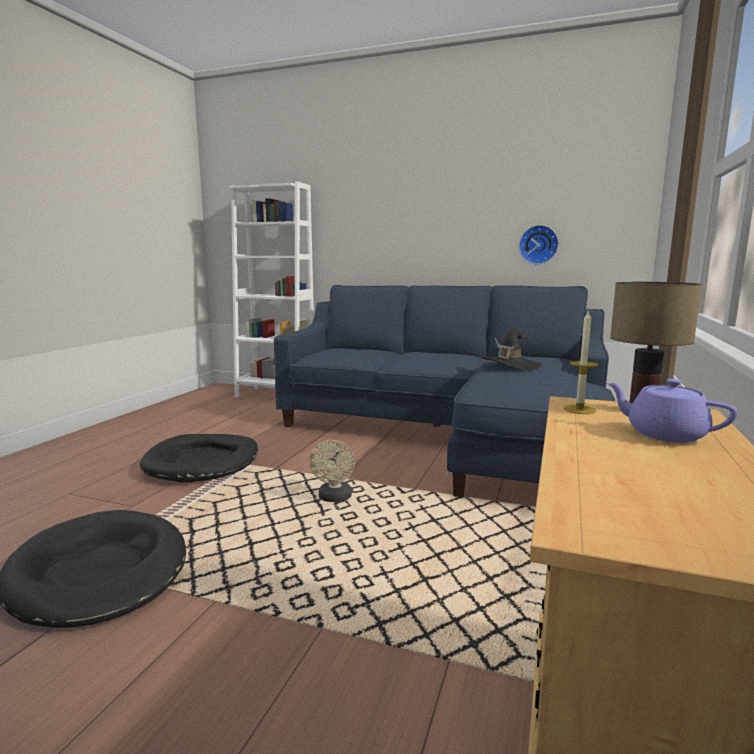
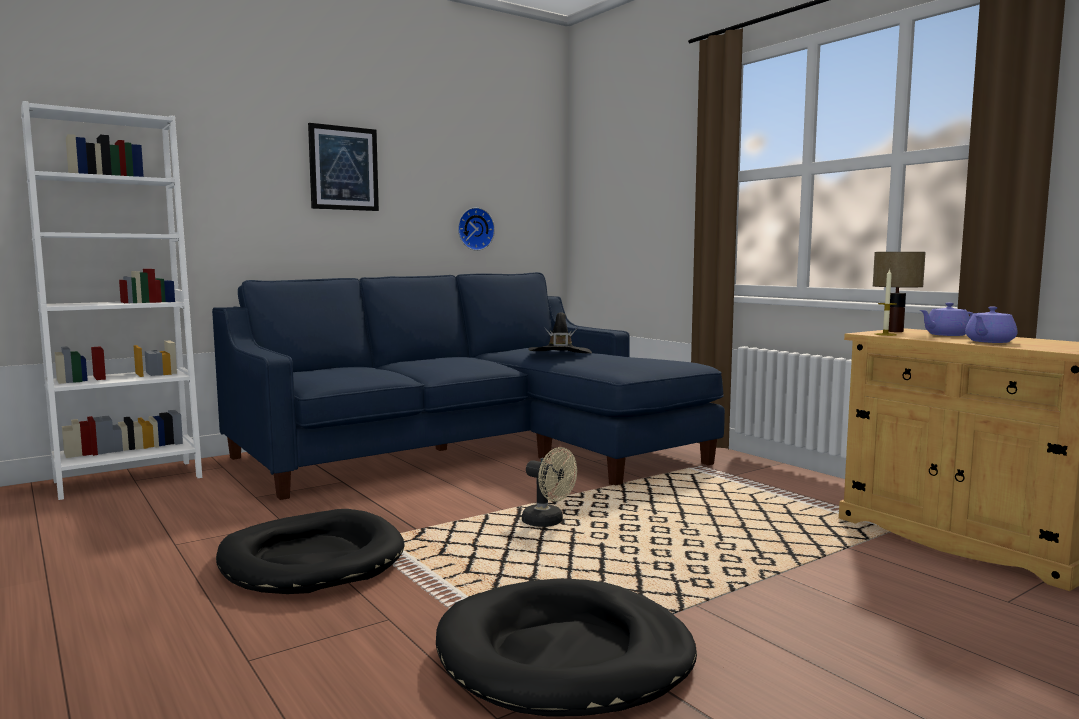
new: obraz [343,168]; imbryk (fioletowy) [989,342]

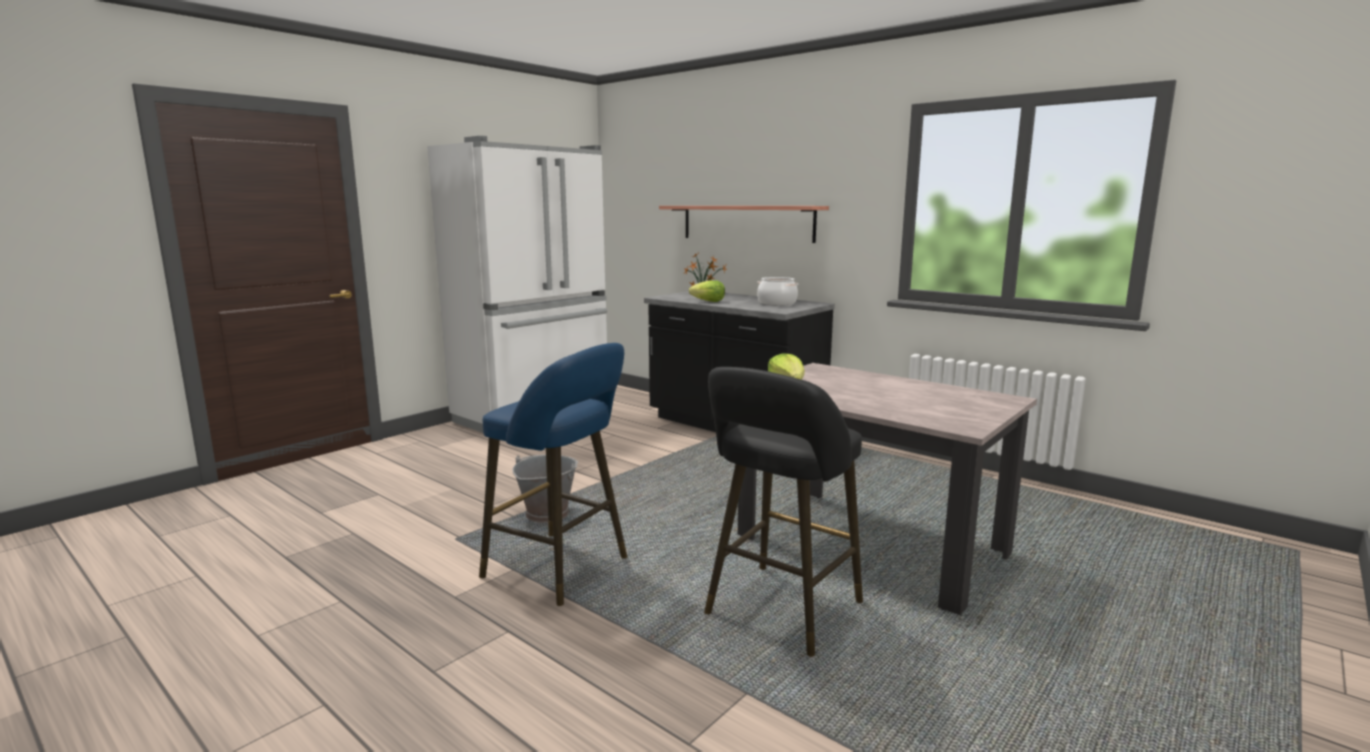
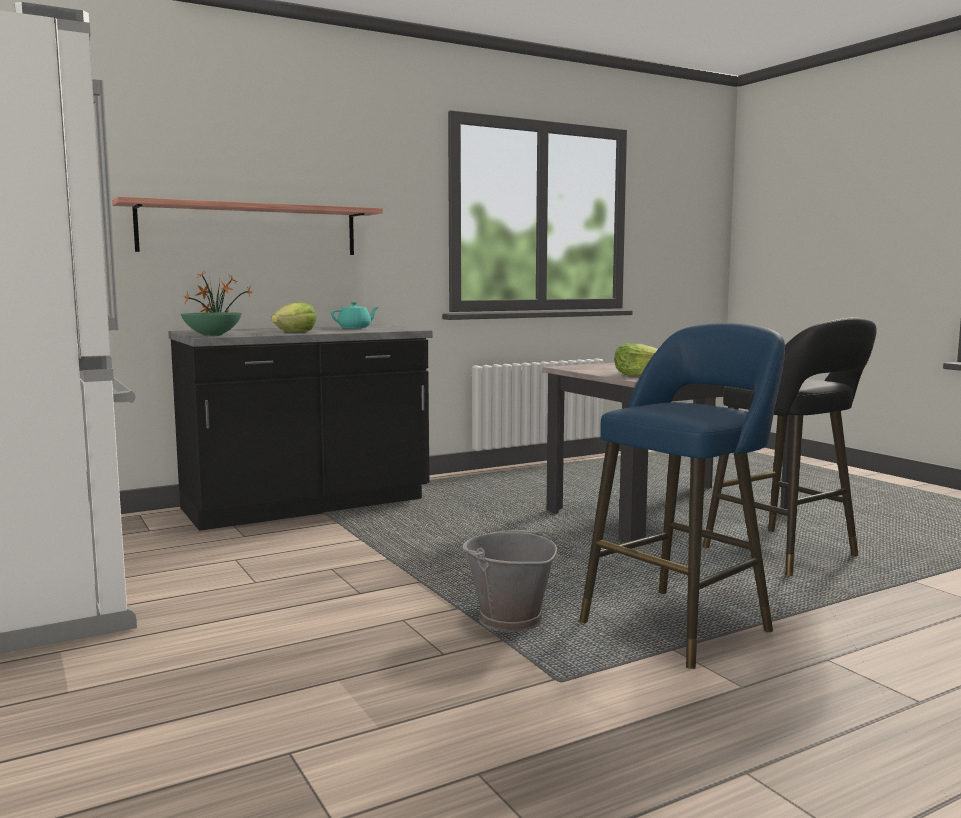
new: miska (zielony) [212,335]
swapped: garnek [777,303] to imbryk (turkusowy) [355,328]

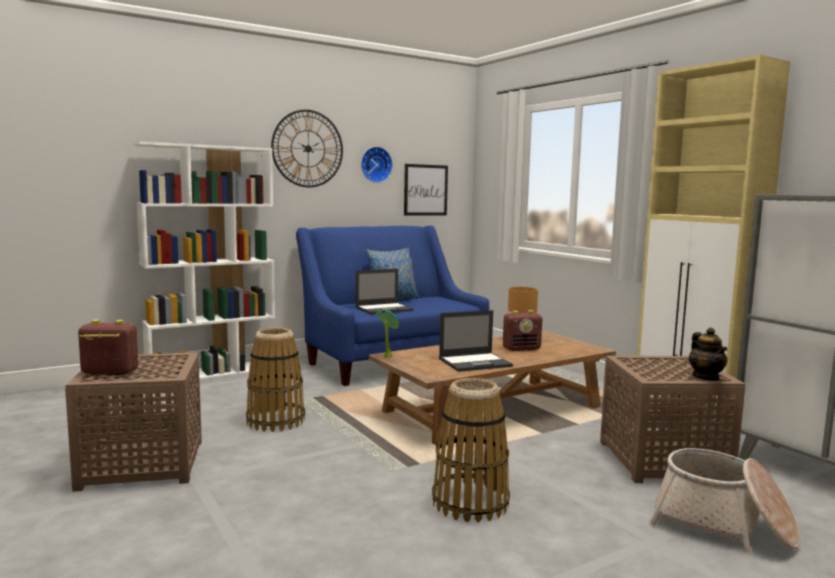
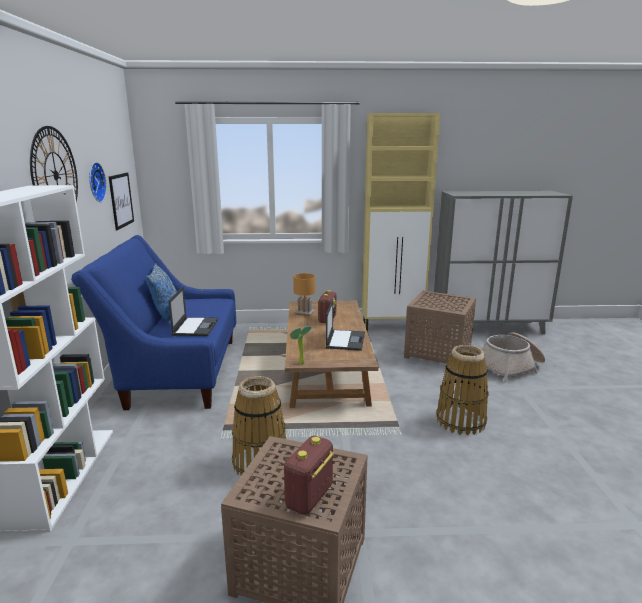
gone: imbryk [706,377]

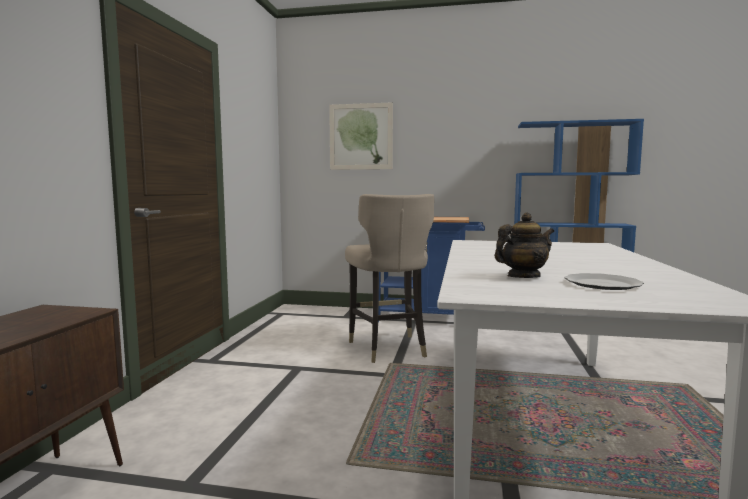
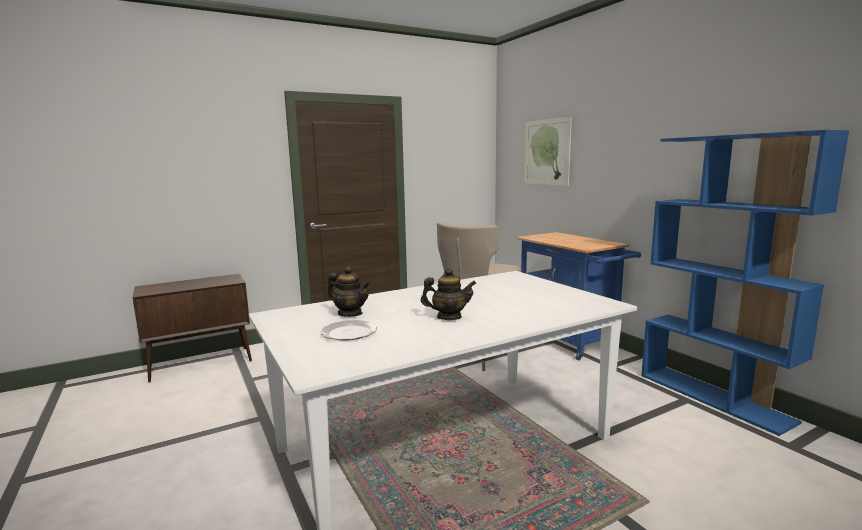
new: imbryk [449,317]

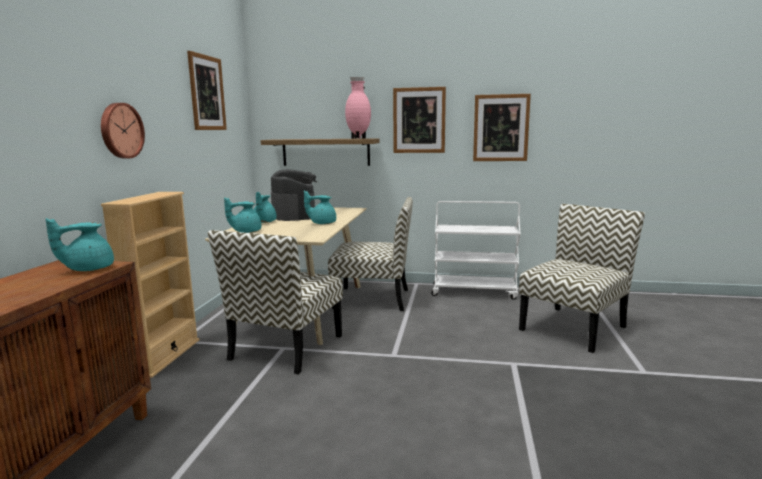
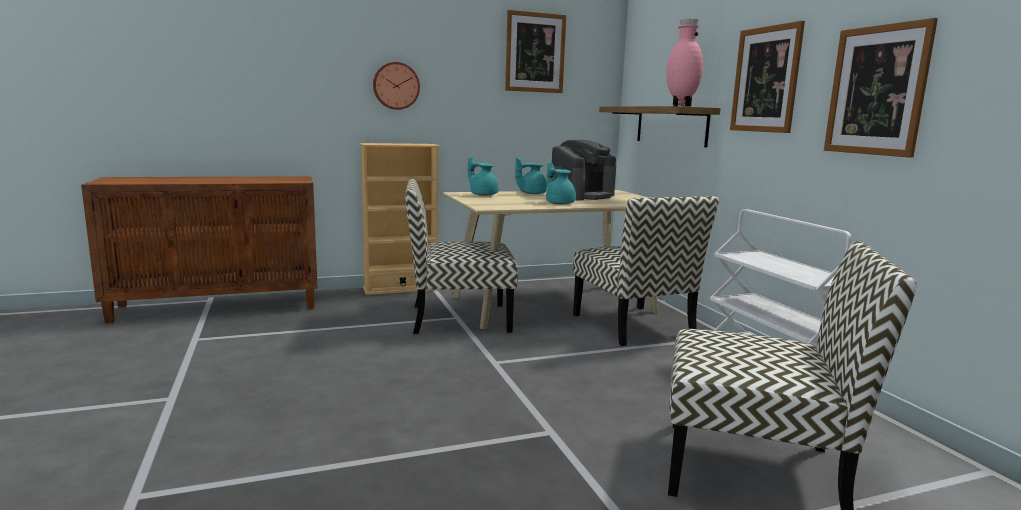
gone: imbryk (turkusowy) [88,269]

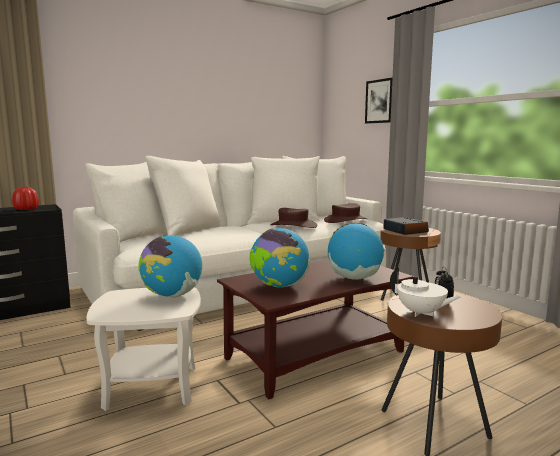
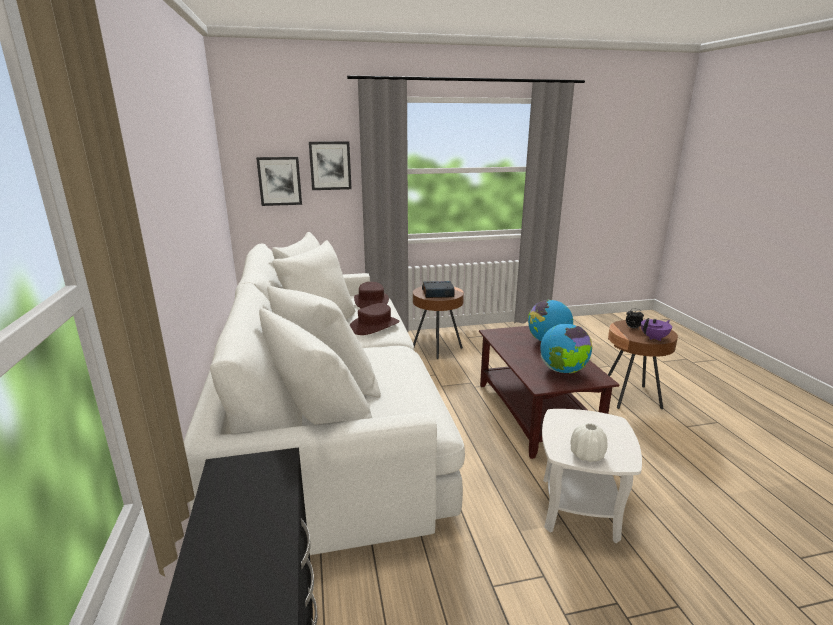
gone: wazon (czerwony) [26,209]; globus [172,295]
new: obraz [279,181]; wazon (biały) [586,455]
repainted: imbryk (biały) [421,313] to imbryk (fioletowy) [654,338]

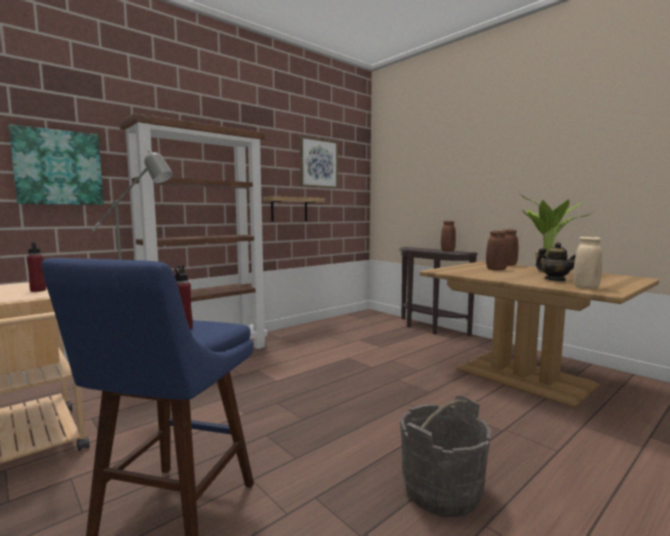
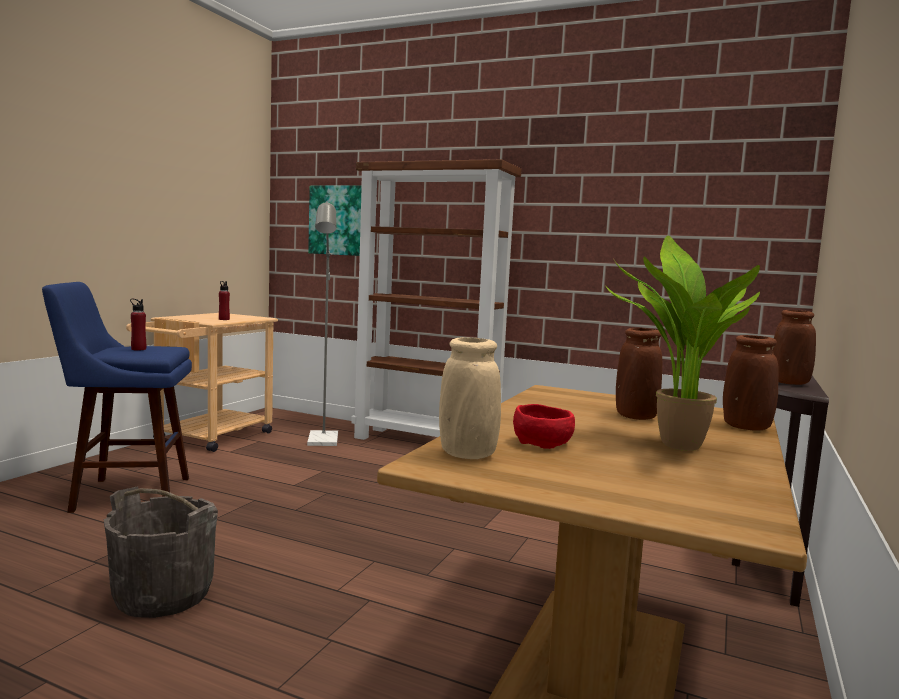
gone: półka [289,209]; obraz [318,163]
swapped: imbryk [555,280] to miska (czerwony) [544,443]

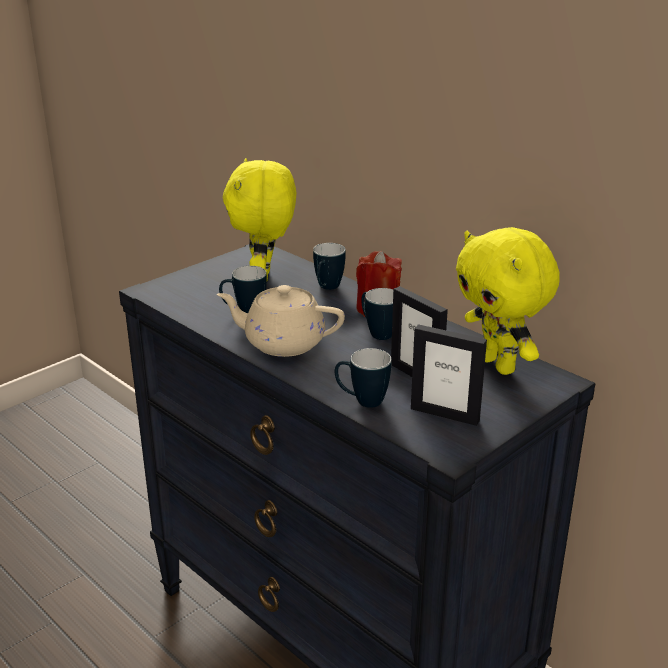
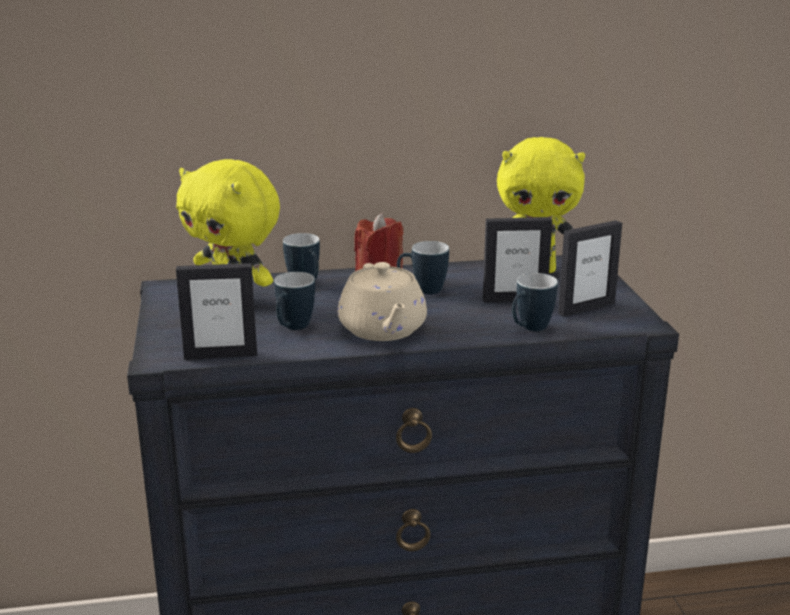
new: ramka na zdjęcie [220,355]
rotated: imbryk (beżowy) [282,343] = [383,330] 60 degrees counterclockwise

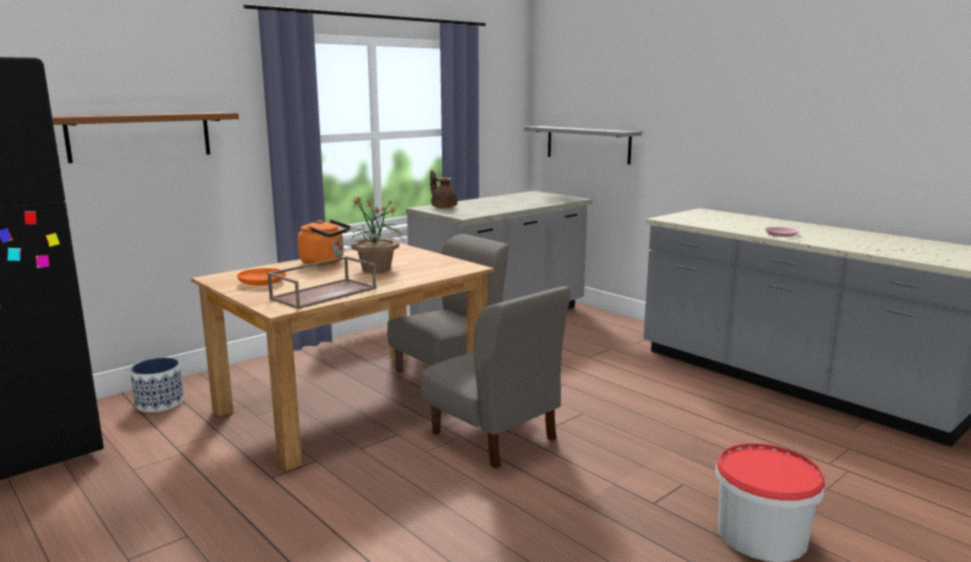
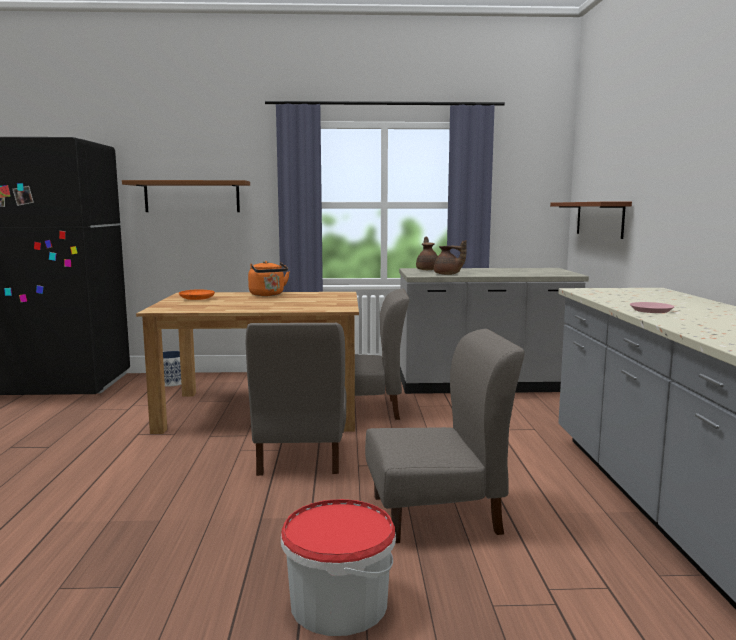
gone: taca (brązowy) [324,293]; roślina doniczkowa [376,269]
new: krzesło (szary) [436,515]; imbryk (brązowy) [448,274]
repainted: półka (szary) [587,144] to półka (brązowy) [599,219]

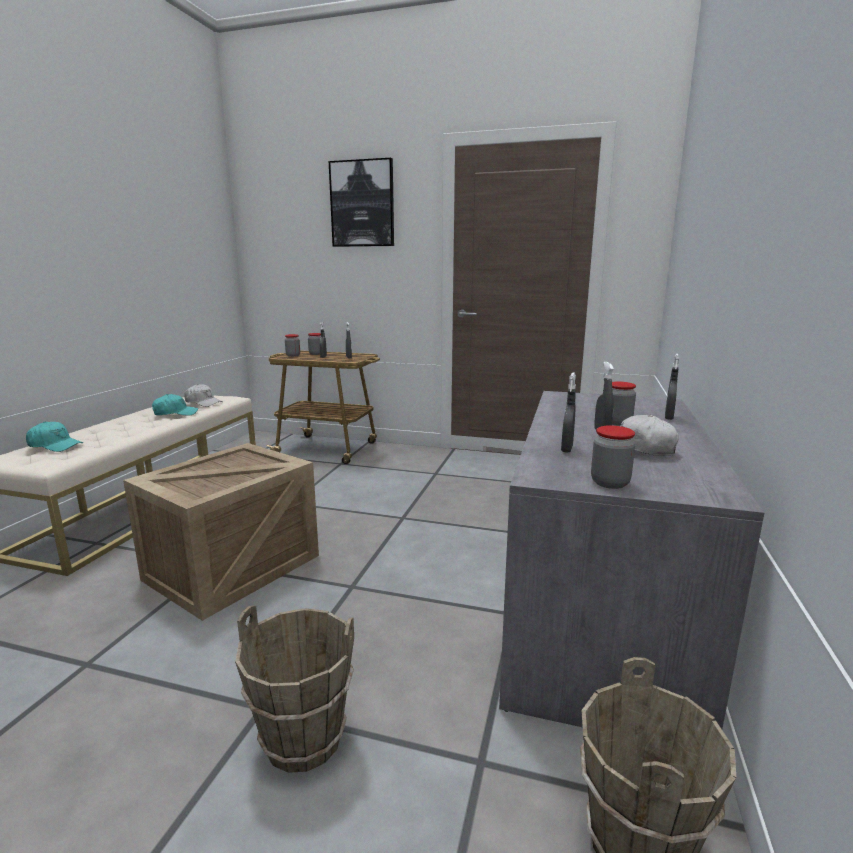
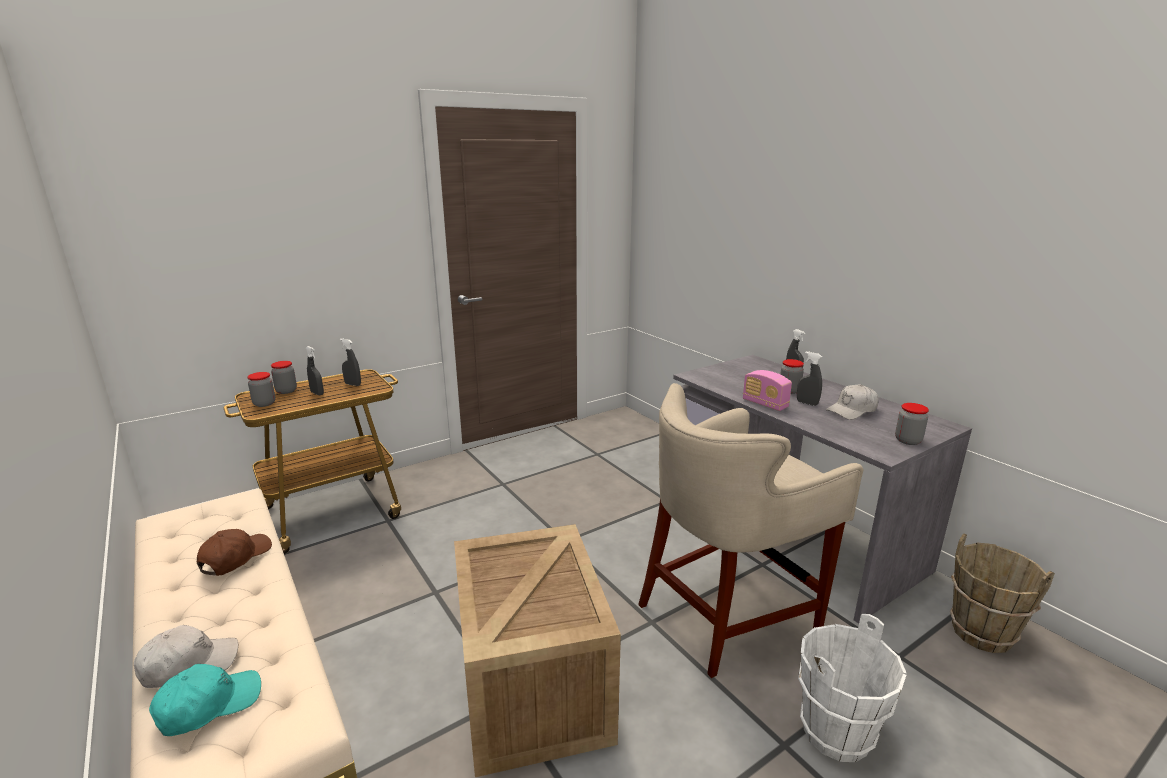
gone: obraz [362,204]; spryskiwacz (szary) [566,449]
new: stołek (beżowy) [727,615]; radio [765,404]
shifted: czapka z daszkiem (biały) [203,403] to [189,665]
repainted: czapka z daszkiem (turkusowy) [175,413] to czapka z daszkiem (brązowy) [235,558]; wiadro (brązowy) [303,740] to wiadro (biały) [837,734]

